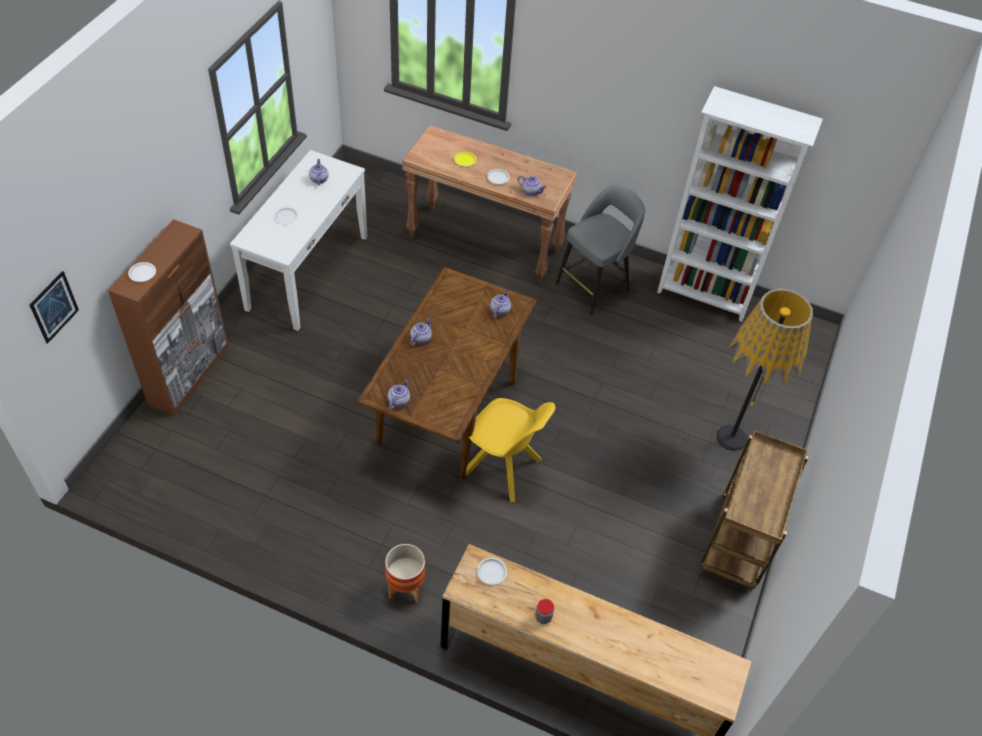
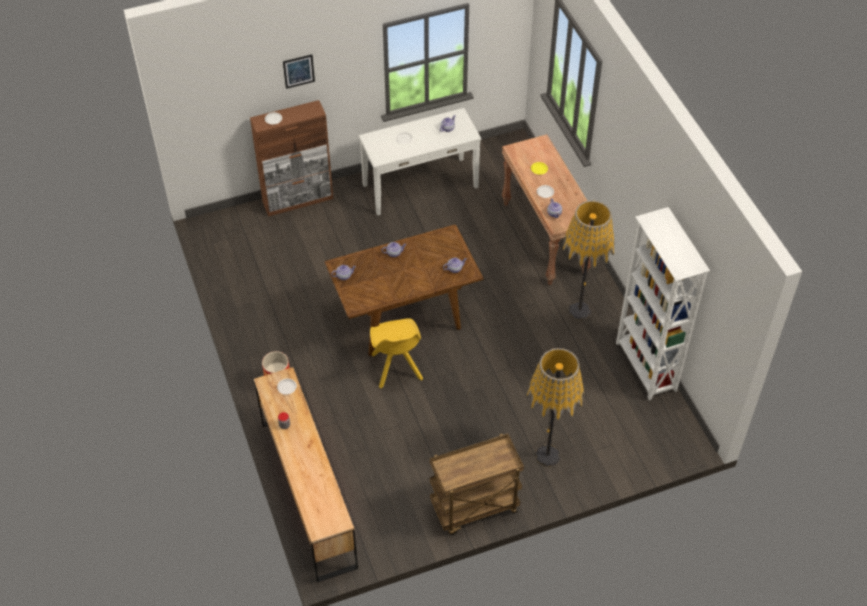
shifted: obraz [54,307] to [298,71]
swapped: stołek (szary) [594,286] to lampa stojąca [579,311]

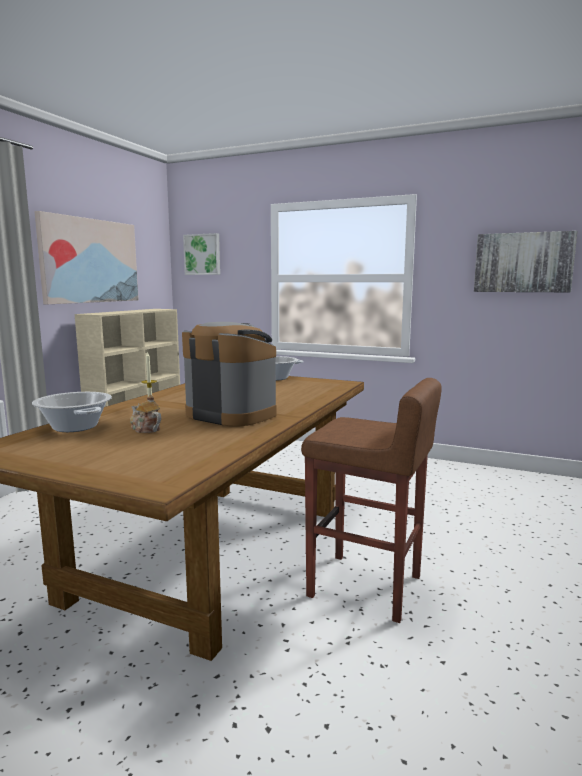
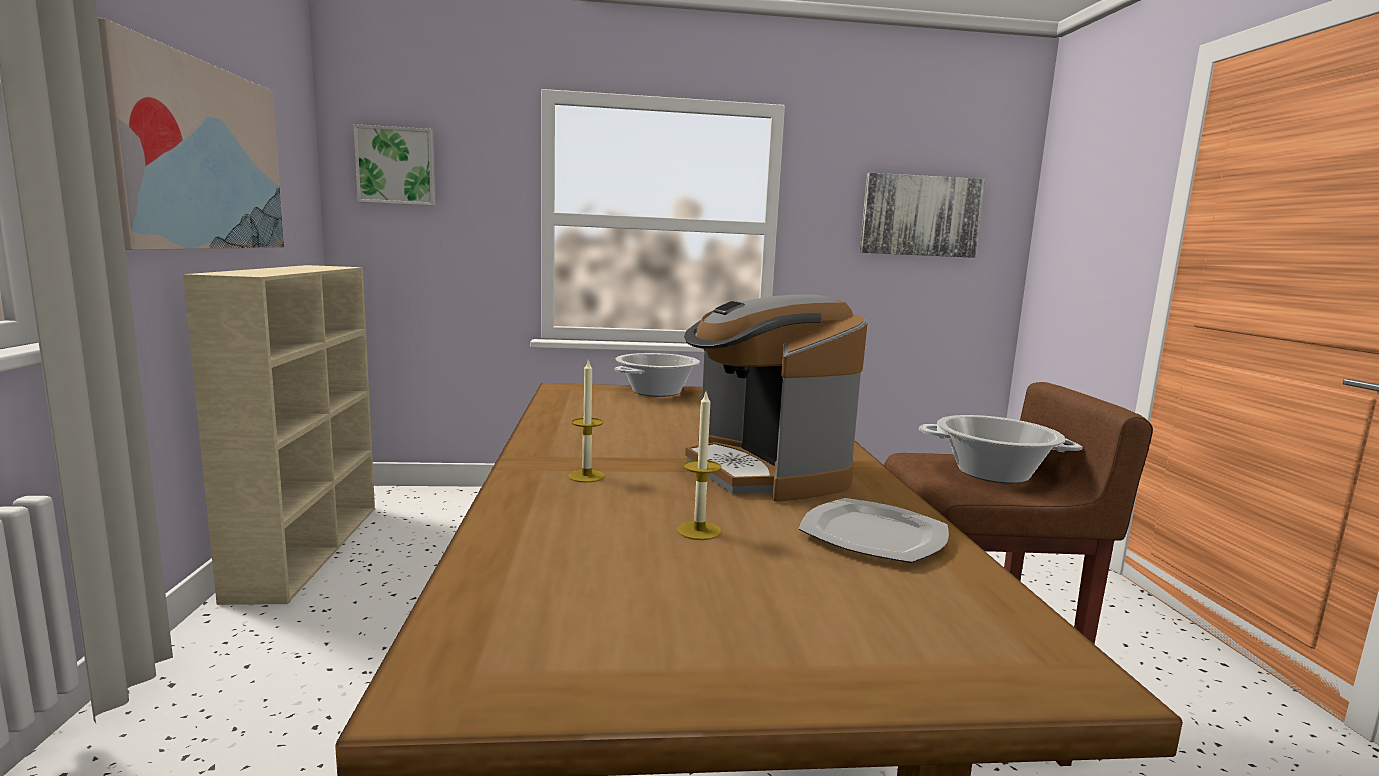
new: talerz [872,534]
shifted: garnek [75,427] to [992,473]
swapped: imbryk [145,429] to świeca [699,531]
rotated: ekspres do kawy [231,414] = [765,472] 120 degrees counterclockwise

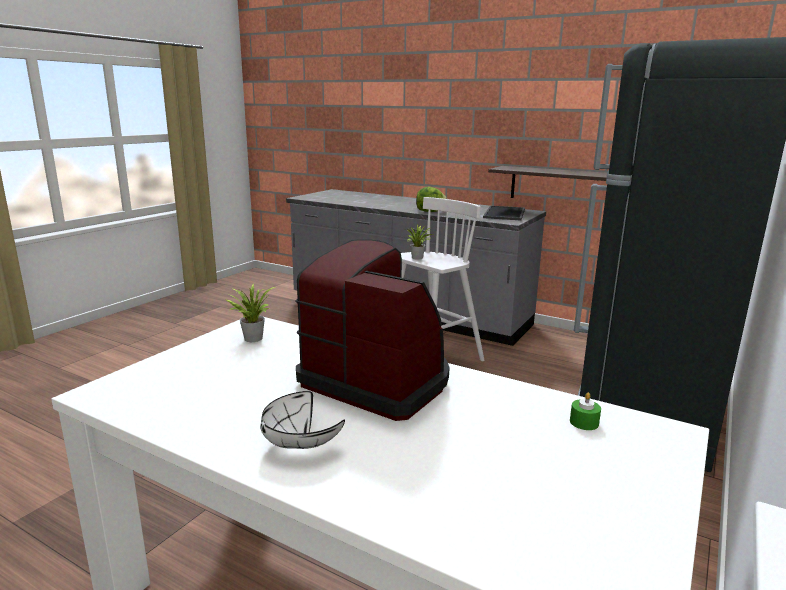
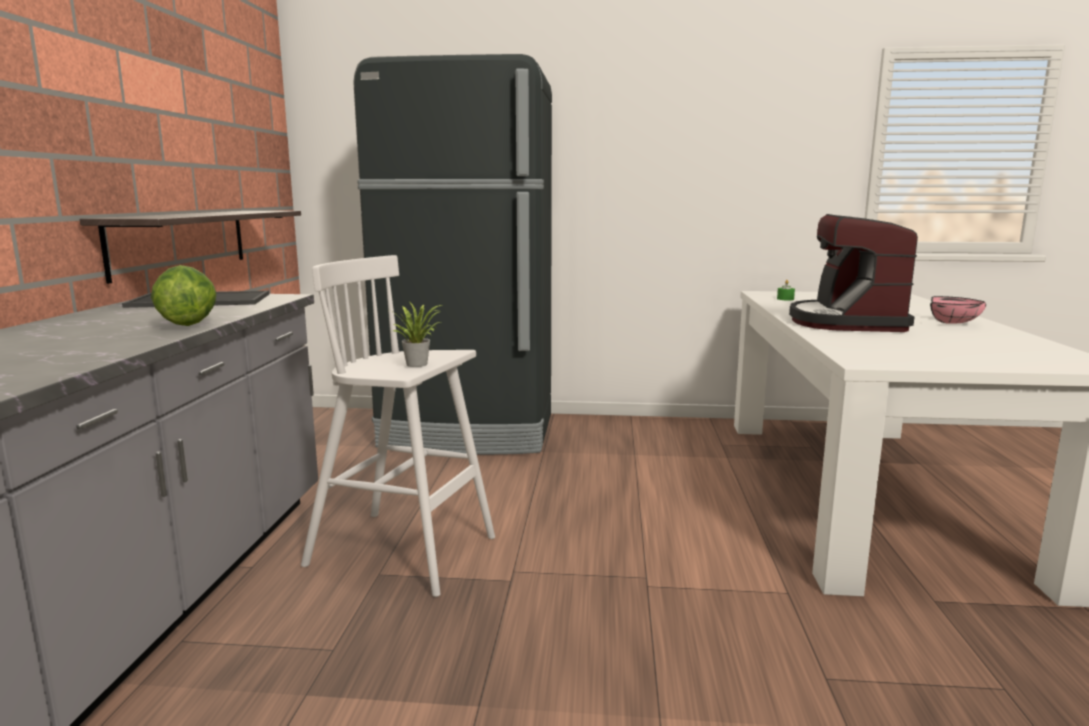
gone: roślina doniczkowa [252,338]
repainted: miska (biały) [298,445] to miska (różowy) [954,323]

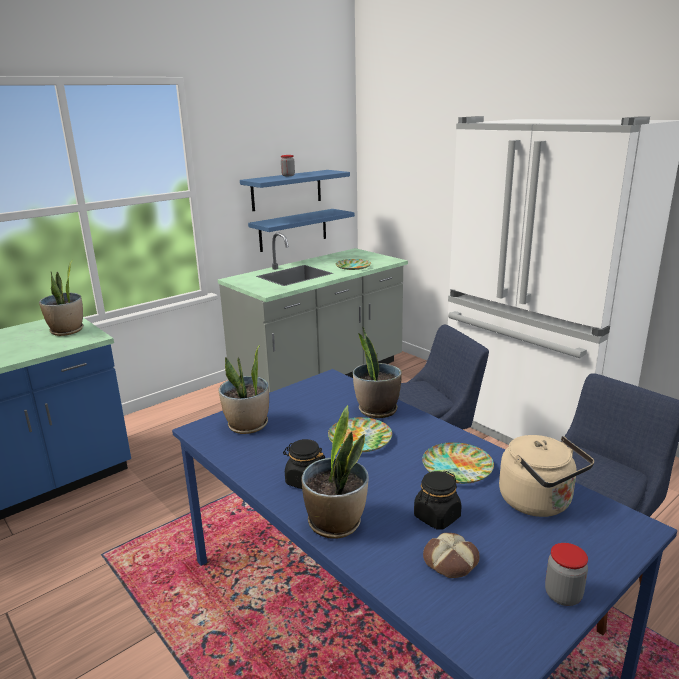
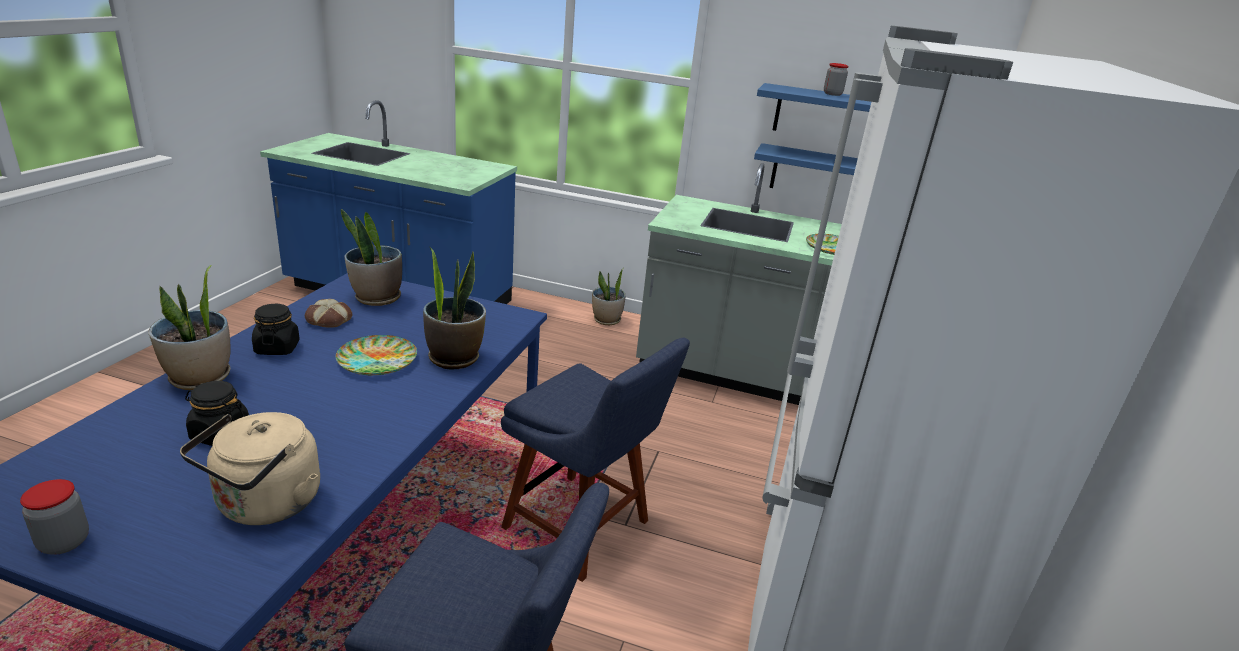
gone: talerz [457,467]
shifted: roślina doniczkowa [67,331] to [606,320]; chleb [451,561] to [328,320]

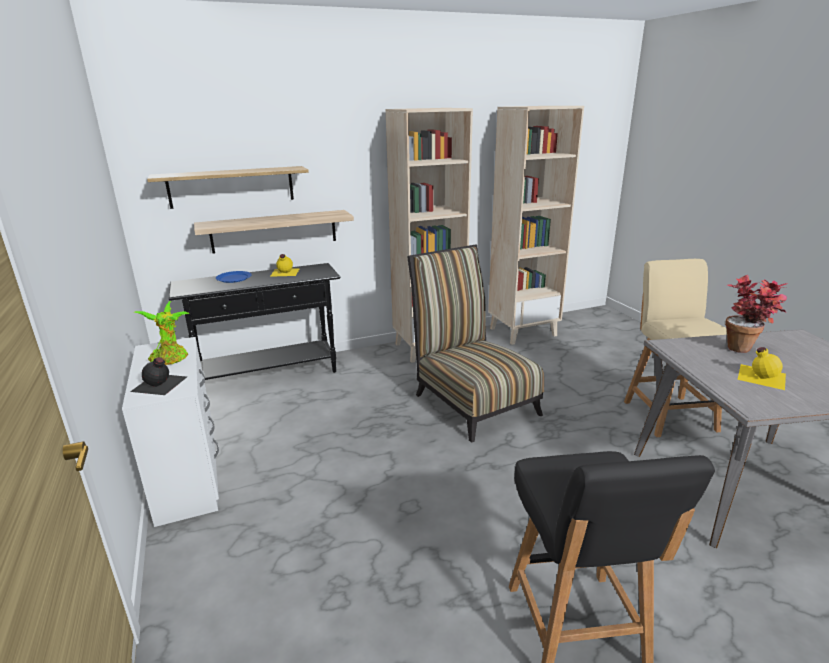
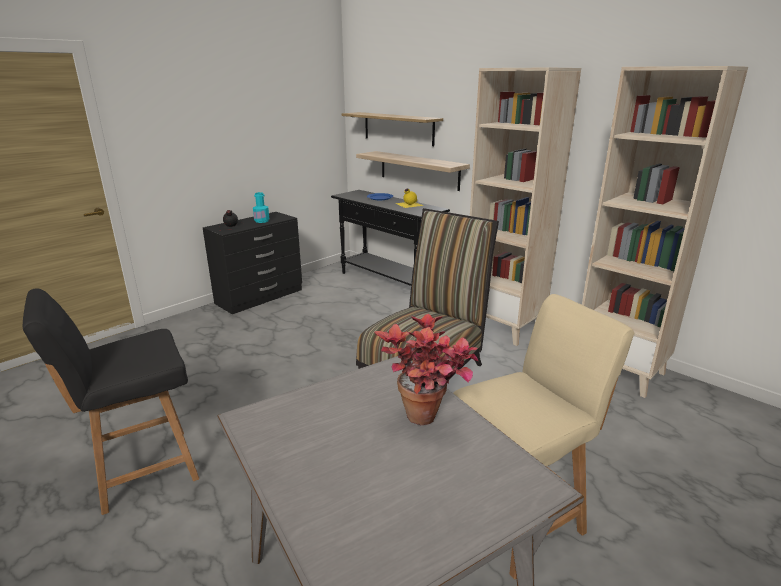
gone: butelka (żółty) [761,376]
swapped: roślina doniczkowa [171,359] to butelka (turkusowy) [262,221]
repainted: komoda (biały) [189,475] to komoda (czarny) [260,297]

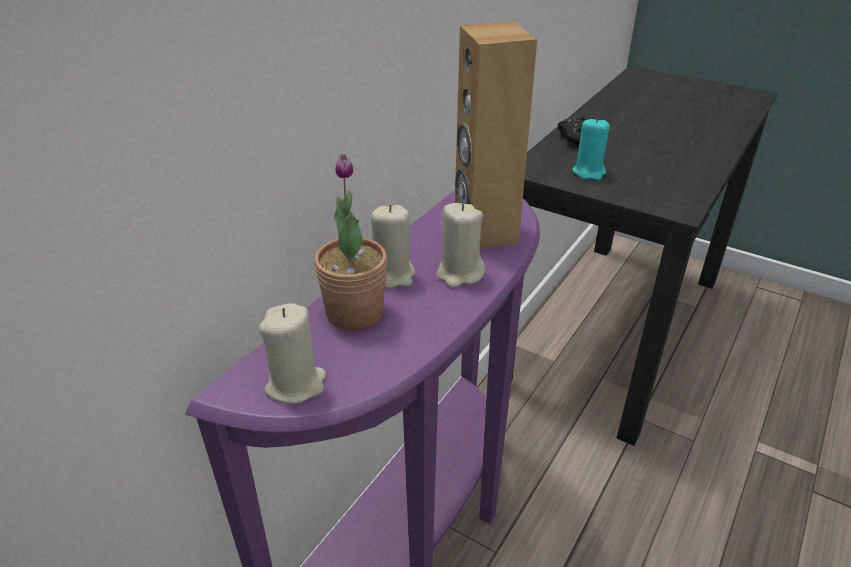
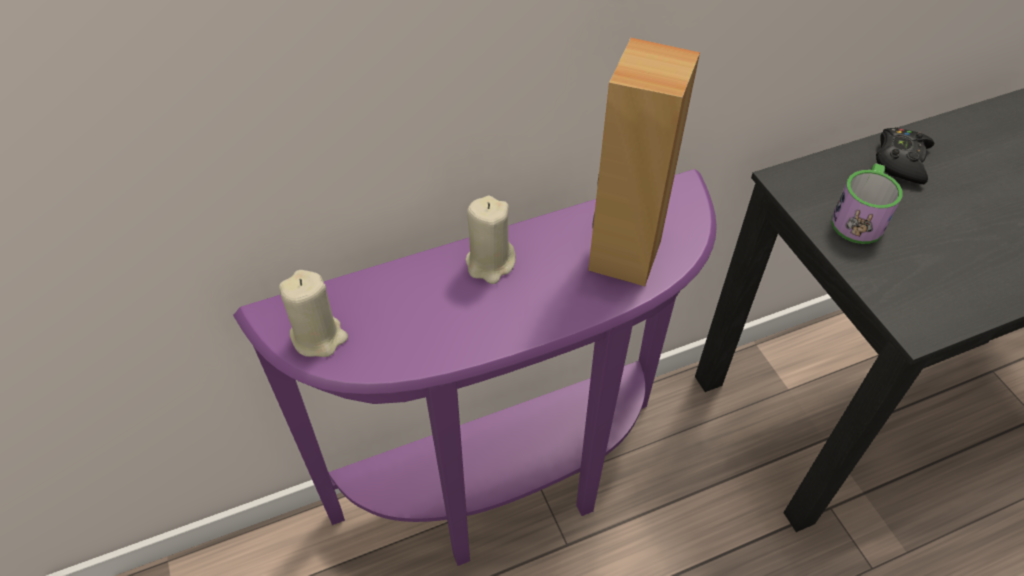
gone: roślina doniczkowa [355,313]; świeca (beżowy) [459,274]
swapped: świeca (turkusowy) [589,172] to kubek [859,217]

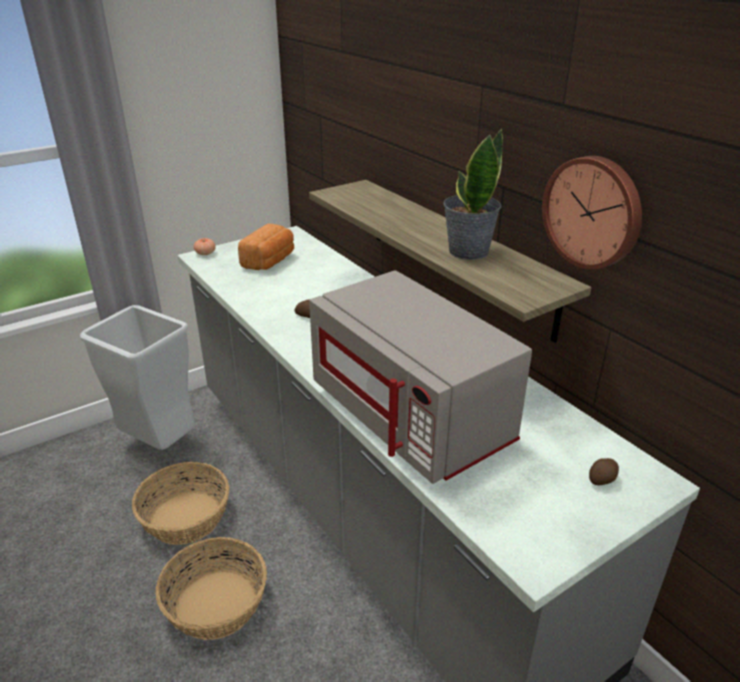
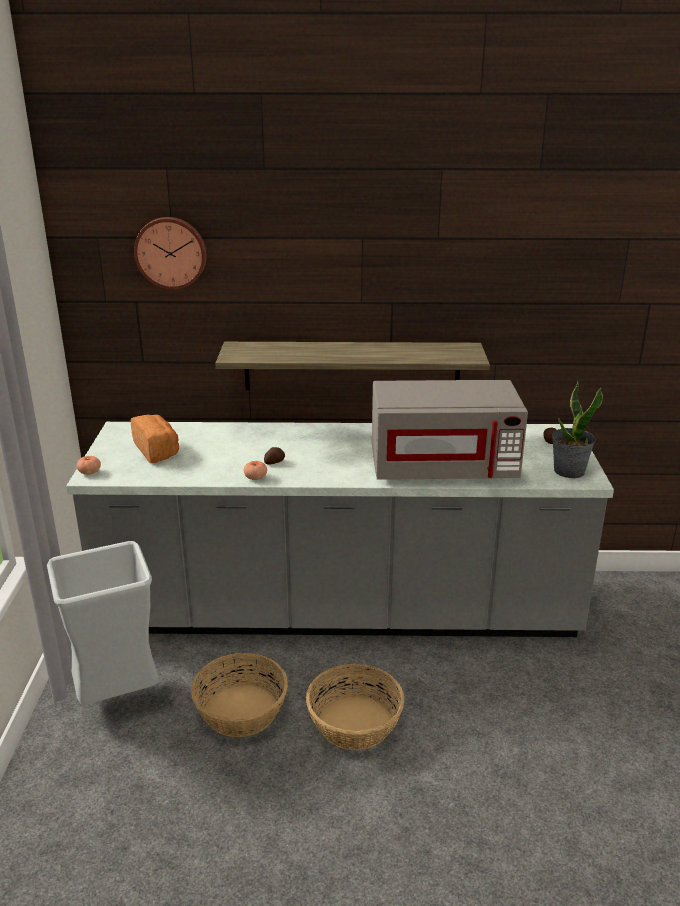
new: pomidor [255,477]
shifted: roślina doniczkowa [467,251] to [569,471]; zegar ścienny [593,212] to [171,252]

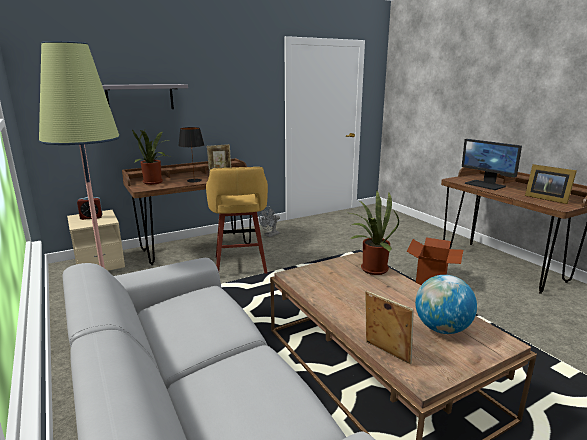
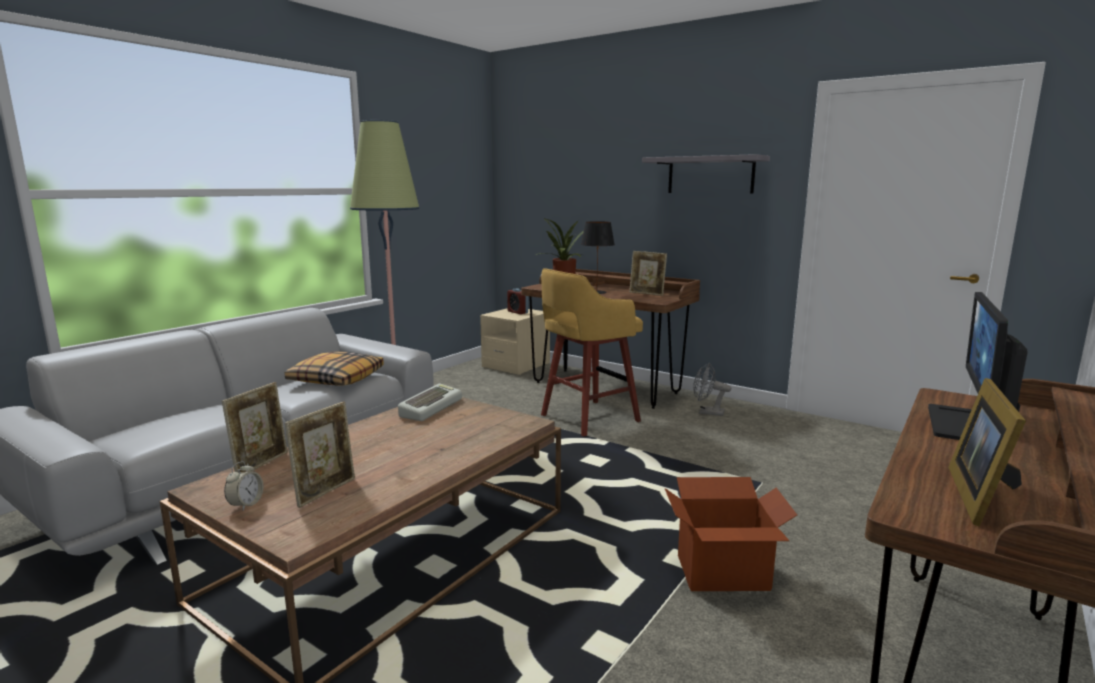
gone: roślina doniczkowa [371,269]
new: budzik [246,504]; poduszka [336,379]; klawiatura [430,407]
shifted: półka (szary) [140,97] to [710,175]
swapped: globus [442,329] to ramka na zdjęcie [326,491]

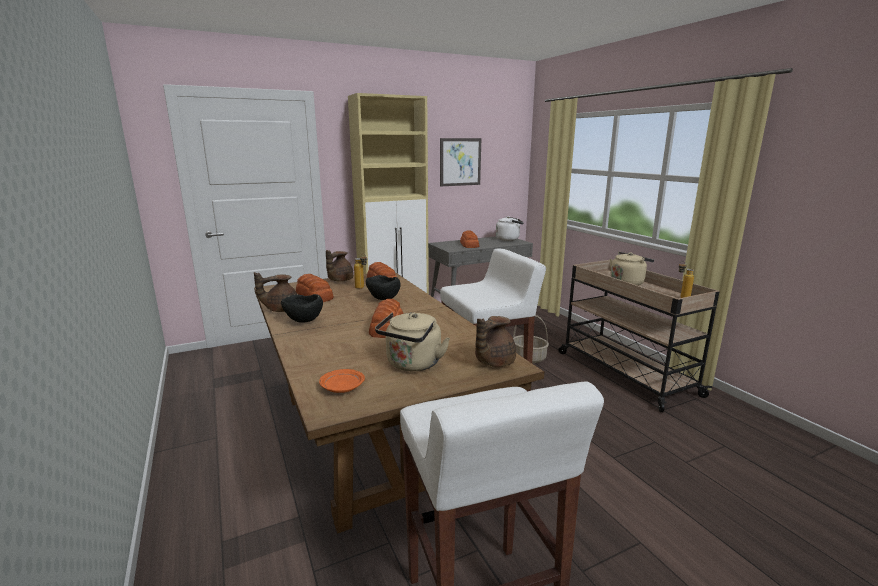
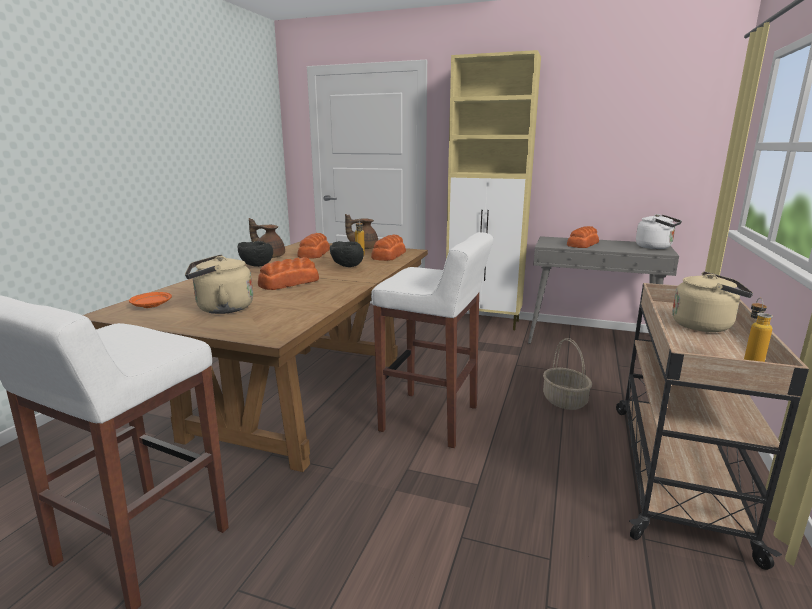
gone: obraz [460,162]; imbryk (brązowy) [493,362]

